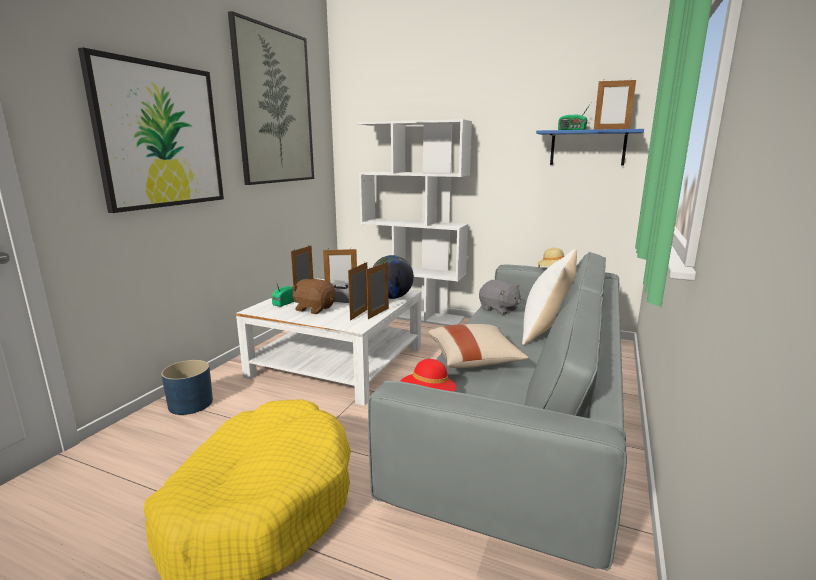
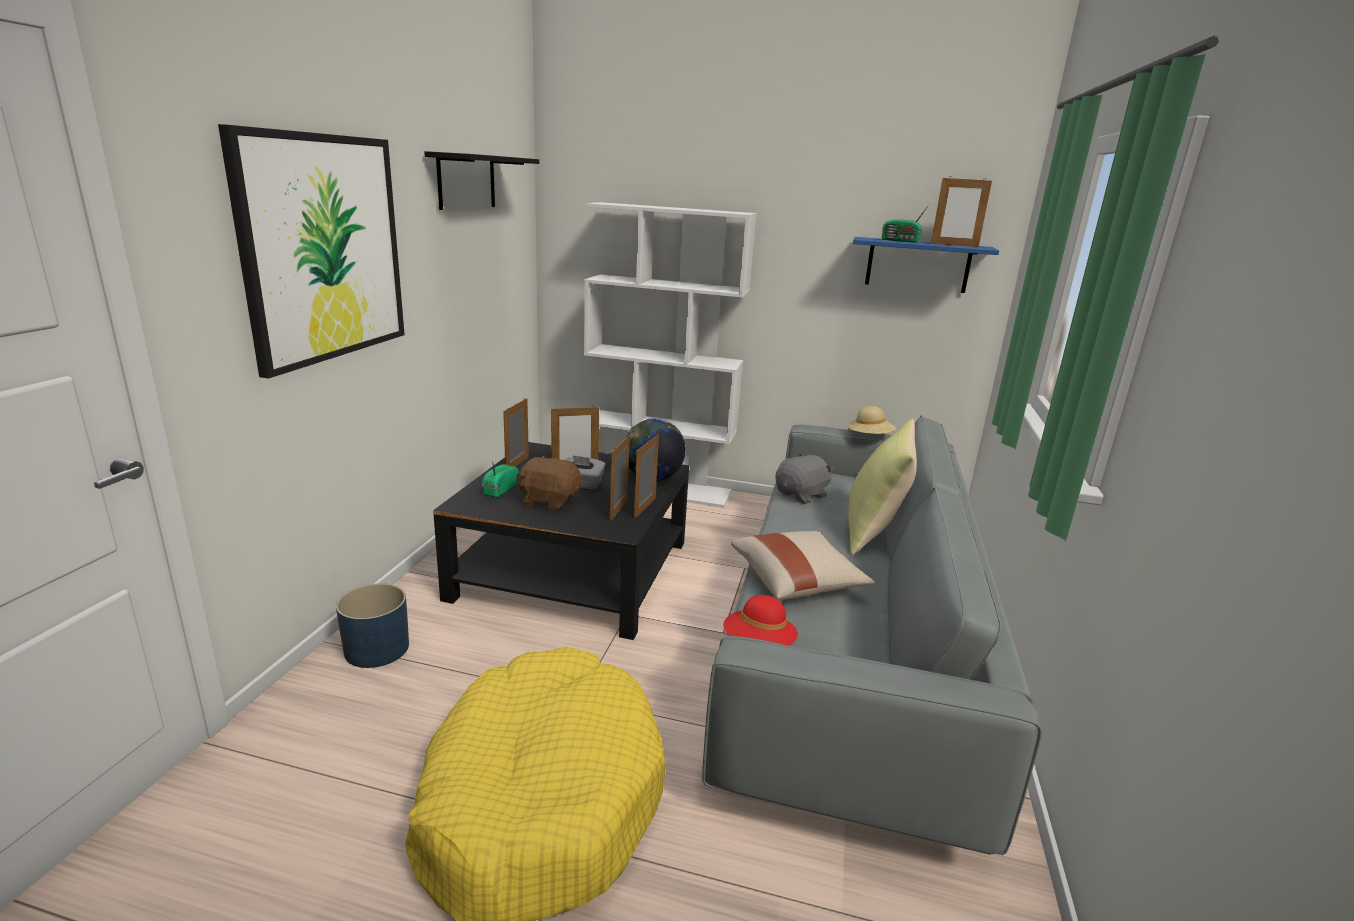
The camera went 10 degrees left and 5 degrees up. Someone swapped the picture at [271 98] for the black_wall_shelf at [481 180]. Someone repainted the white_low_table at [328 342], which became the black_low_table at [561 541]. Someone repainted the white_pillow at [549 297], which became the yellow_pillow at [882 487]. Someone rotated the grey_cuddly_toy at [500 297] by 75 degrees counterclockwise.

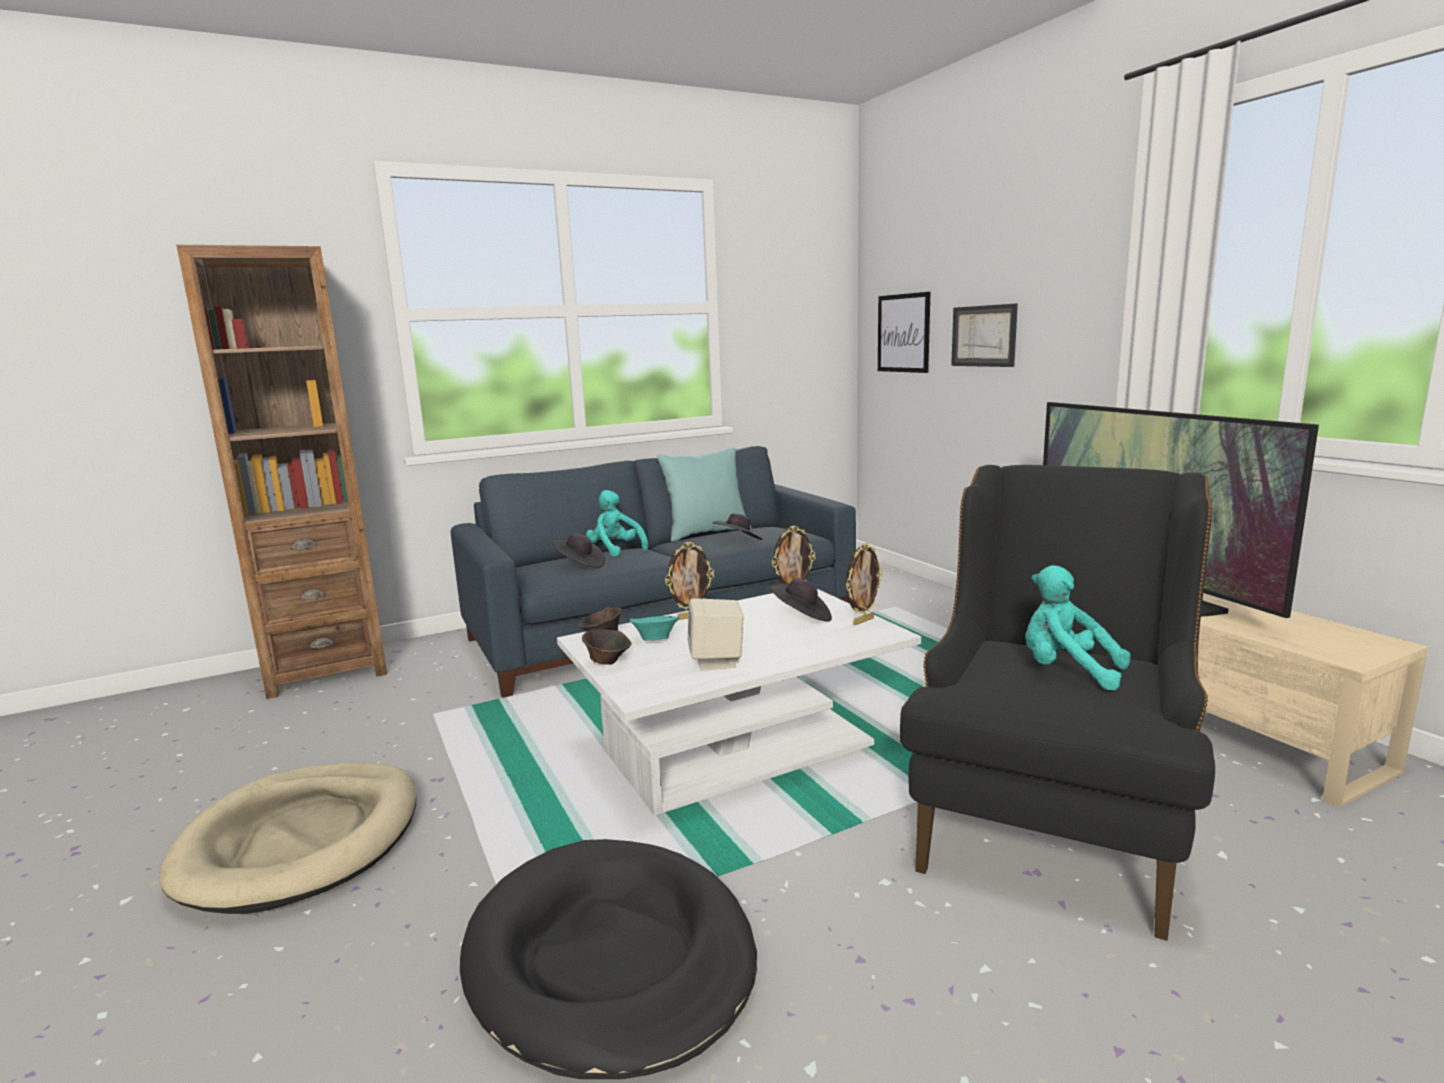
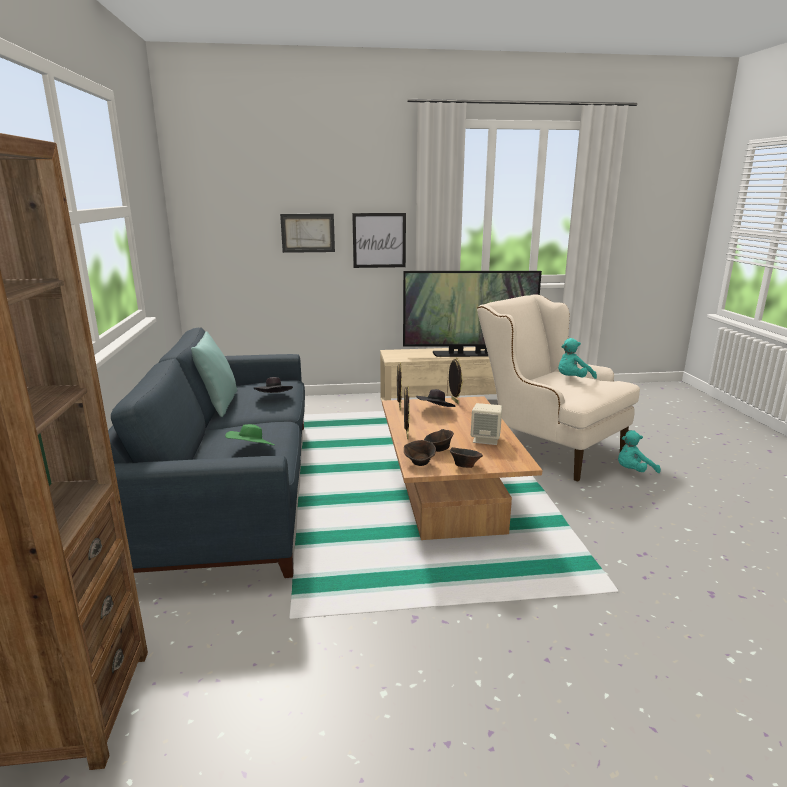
The camera went 70 degrees left and 5 degrees up. Someone took away the sand-coloured_dog_cushion at [288 838]. Someone took away the black_dog_cushion at [608 959]. Someone carried the turquoise_cuddly_toy from [617 523] to [639 451]. Someone carried the picture from [904 332] to [379 240]. Someone repainted the black_hat at [579 550], which became the green_hat at [249 434]. Someone repainted the white_low_table at [739 702], which became the brown_low_table at [462 468]. Someone repainted the turquoise_bowl at [655 628], which became the brown_bowl at [439 440]. Someone repainted the black_easy_chair at [1057 703], which became the sand-coloured_easy_chair at [558 388].

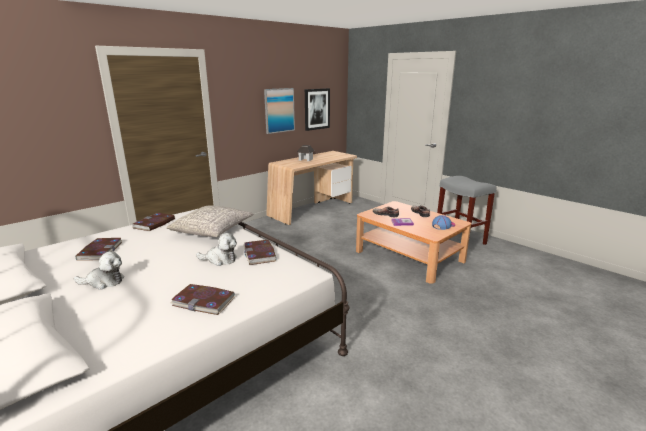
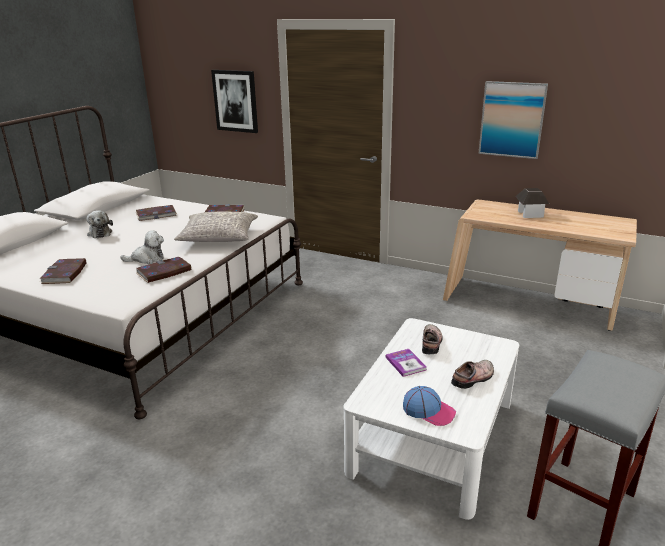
The camera went 70 degrees right and 5 degrees up. Someone carried the picture from [317 109] to [234 101]. Someone repainted the brown_low_table at [413 242], which became the white_low_table at [431 419]. Someone rotated the cuddly_toy at [216 249] by 90 degrees counterclockwise.

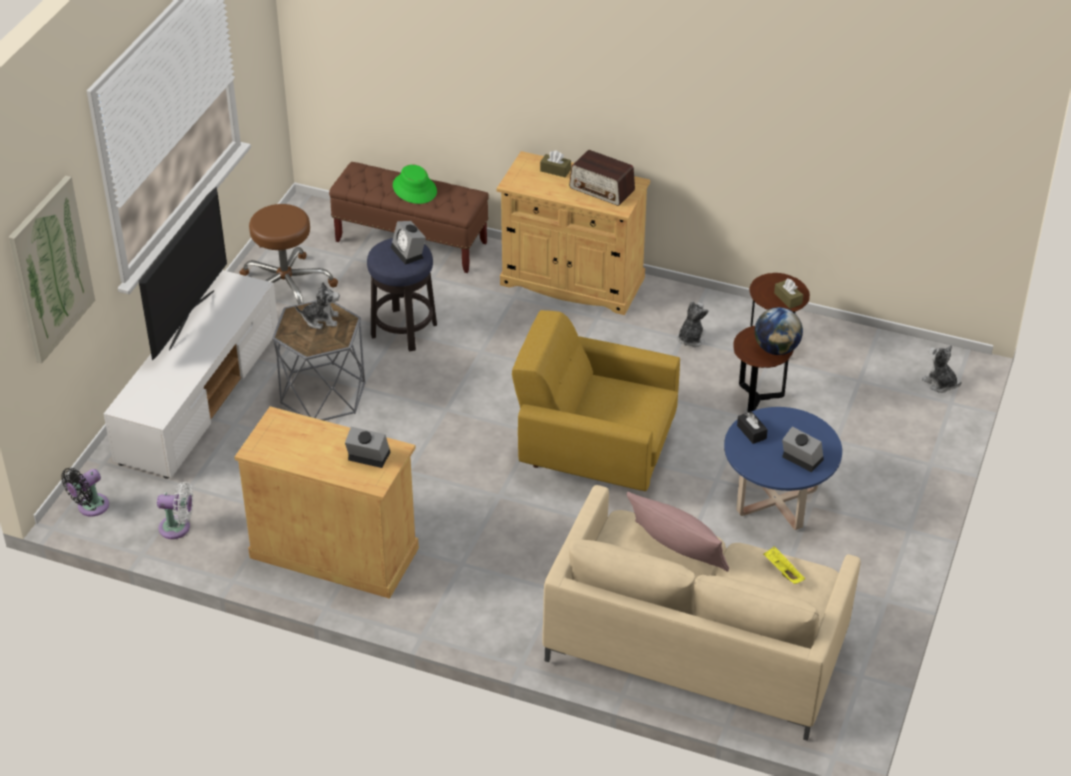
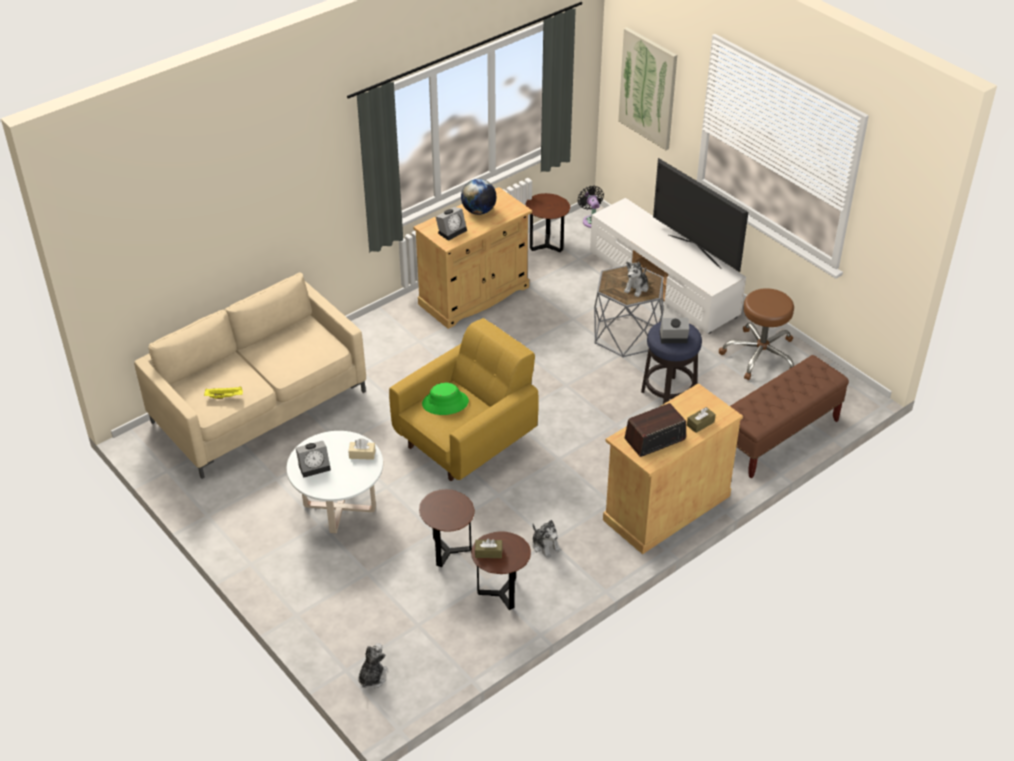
The camera went 120 degrees right and 0 degrees up. Someone took away the pinkish_pillow at [678 532]. Someone carried the green_hat from [415 184] to [445 399]. Someone carried the desk_globe from [779 331] to [479 197]. Someone swapped the white_cooling_fan at [175 510] for the brown_end_table at [547 222]. Someone repainted the bluish_low_table at [783 468], which became the white_low_table at [335 482]. Someone repainted the black_box_of_tissues at [752 427], which became the sand-coloured_box_of_tissues at [361 449]. Someone rotated the cuddly_toy at [942 369] by 60 degrees counterclockwise.

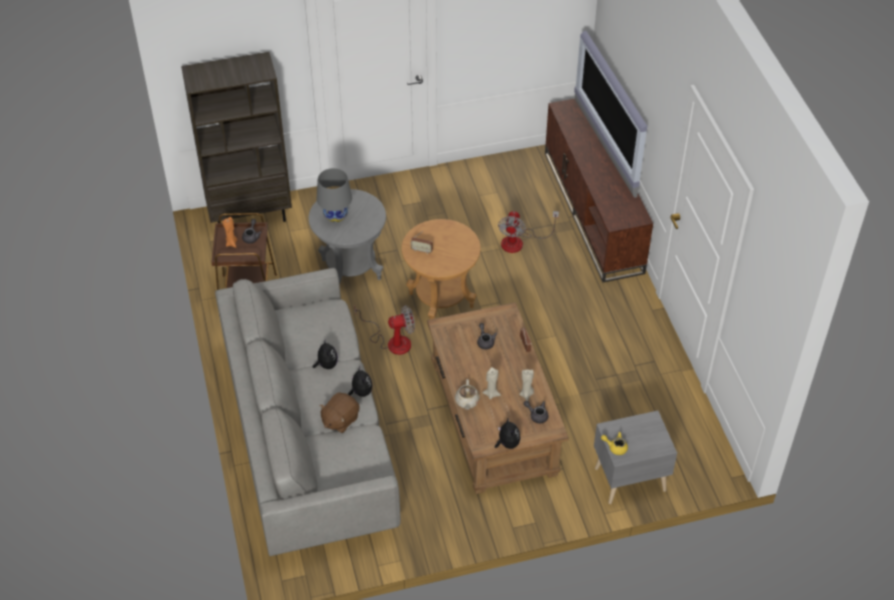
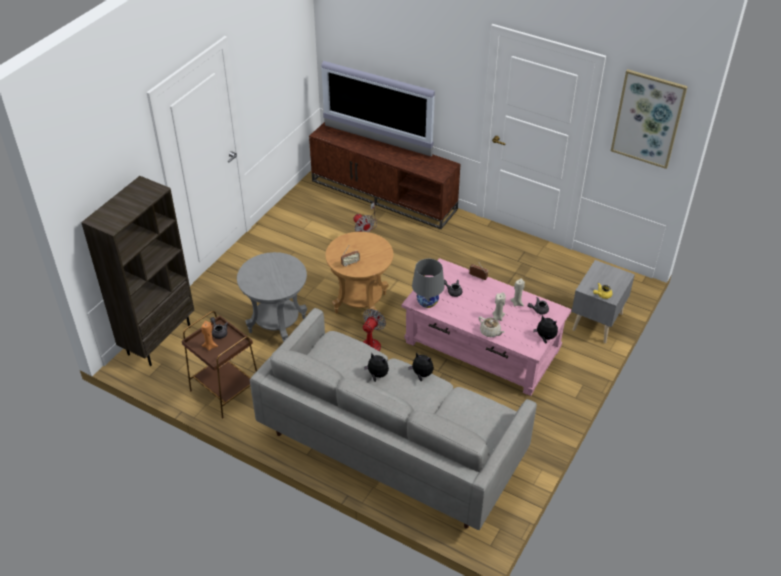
The camera went 45 degrees left and 5 degrees down. Someone took away the brown_cuddly_toy at [339 412]. Someone put up the picture at [649 119]. Someone carried the grey_tabletop_lamp from [334 195] to [428 283]. Someone repainted the brown_low_table at [498 398], which became the pinkish_low_table at [486 327].

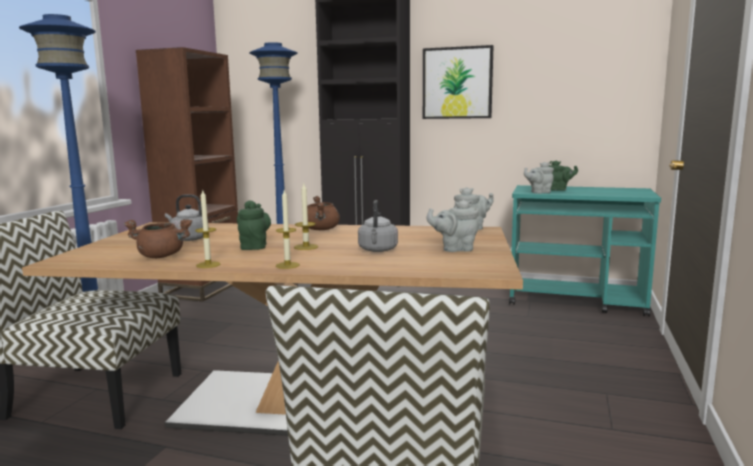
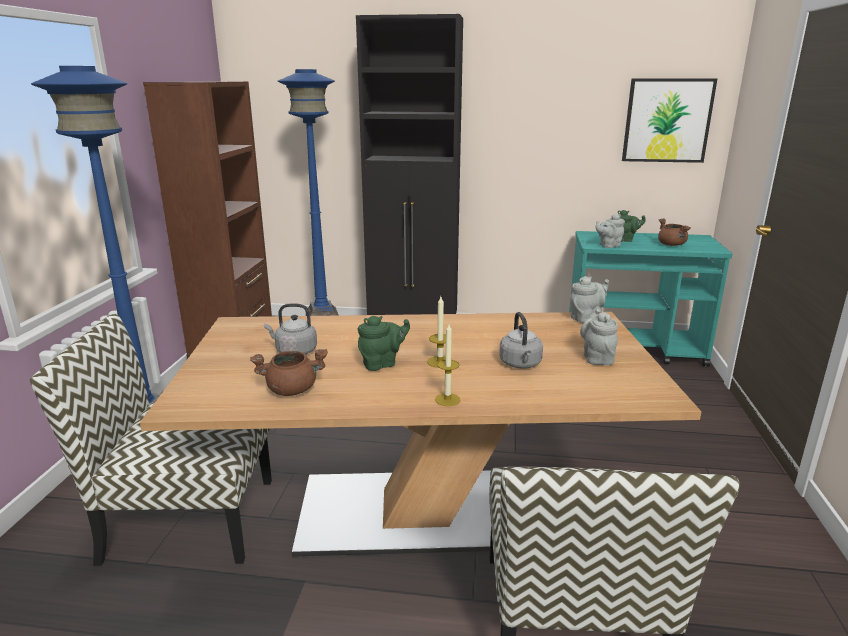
The camera went 10 degrees left and 10 degrees up. Someone took away the candle at [207 228]. Someone carried the brown_saucepot from [321 213] to [674 232]. Someone carried the picture from [458 82] to [670 120]. Someone rotated the green_tea_pot at [254 225] by 75 degrees clockwise. Someone rotated the grey_tea_pot at [453 226] by 105 degrees clockwise.

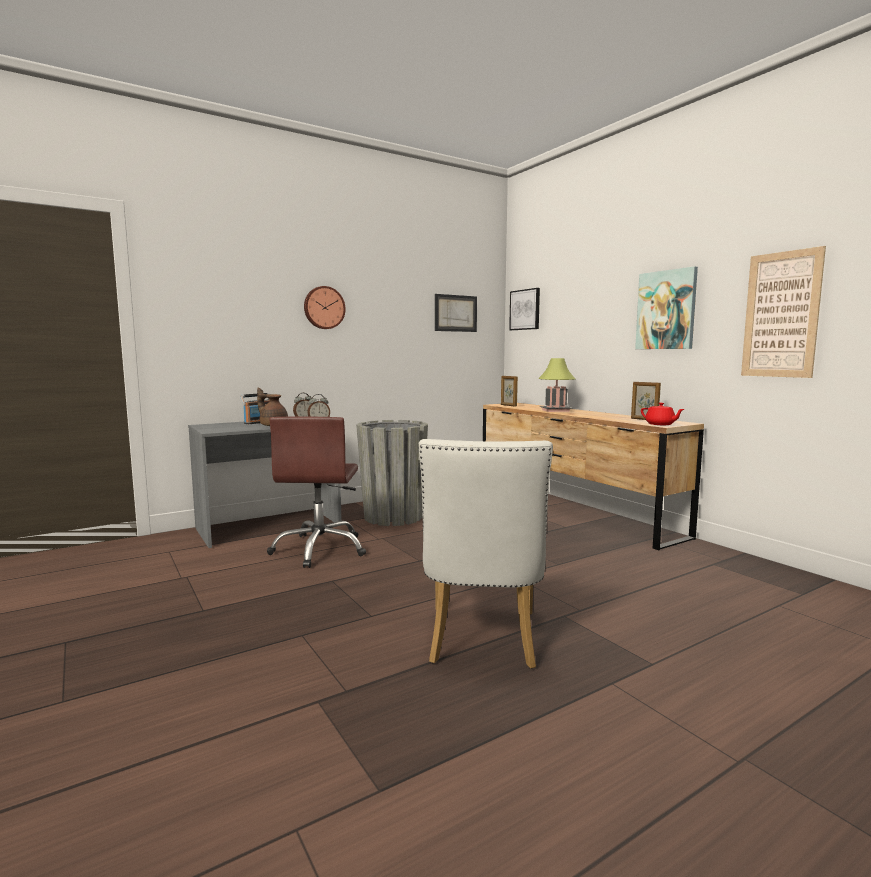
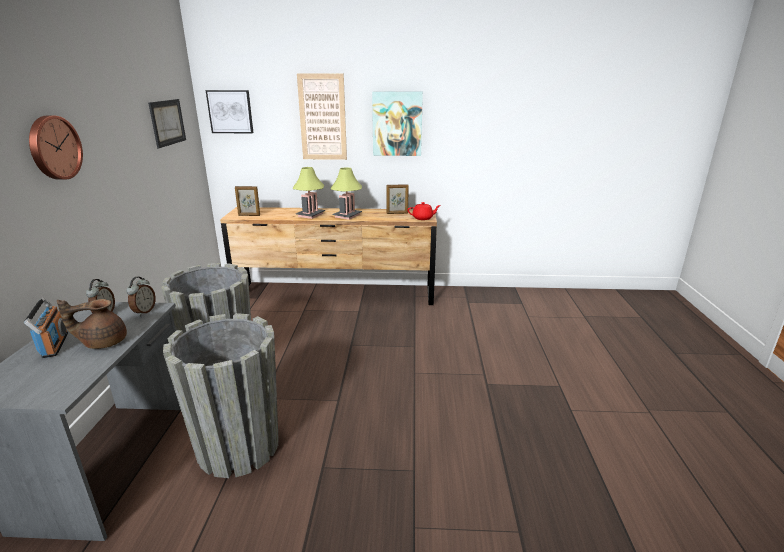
The camera went 55 degrees left and 15 degrees up. Someone took away the white_chair at [486 554]. Someone put down the tabletop_lamp at [346 193]. Someone carried the picture from [783 312] to [322 117]. Someone swapped the brown_office_chair at [316 492] for the grey_flower_pot at [221 395].

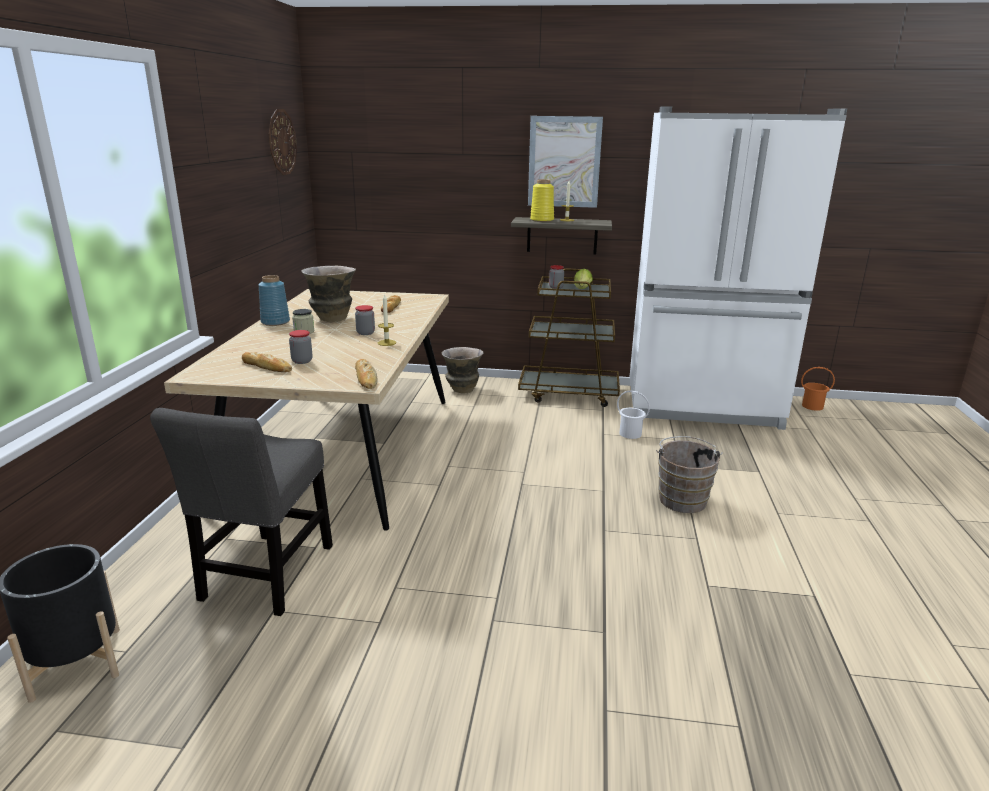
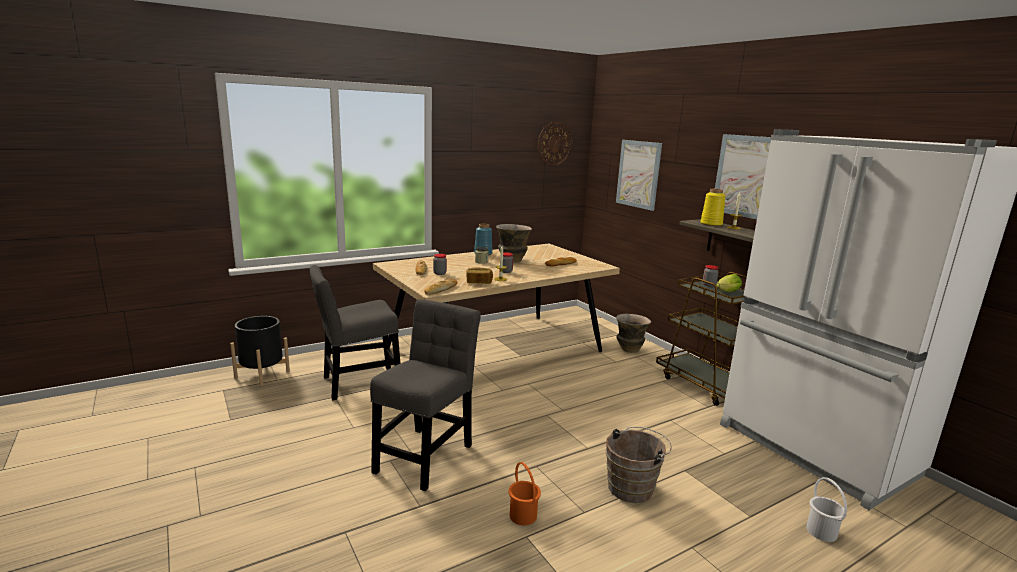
The camera went 50 degrees right and 5 degrees down. Someone put down the grey_chair at [425 395]. Someone put down the baked_bread at [480 276]. Someone put up the picture at [639 175]. Someone carried the white_water_bucket from [633 415] to [826 509]. Someone carried the orangey_water_bucket from [818 389] to [525 494].

